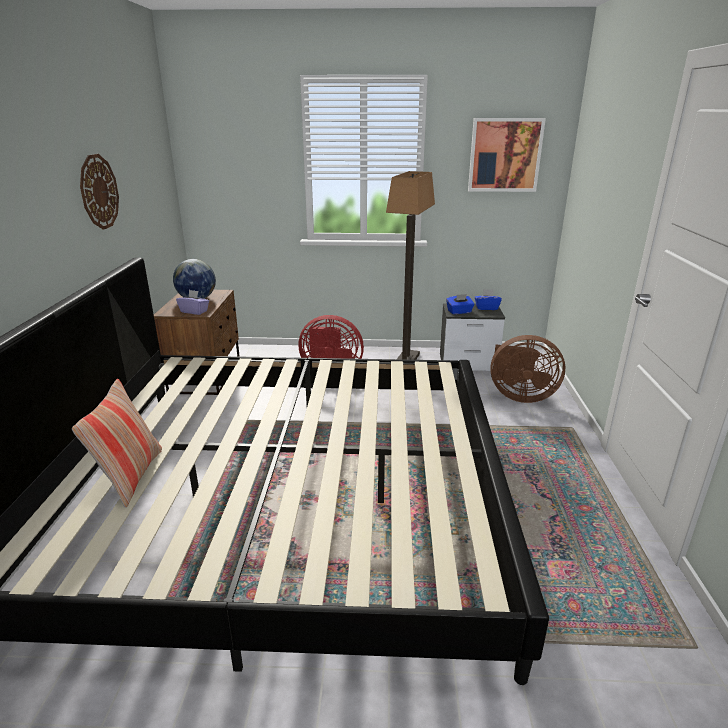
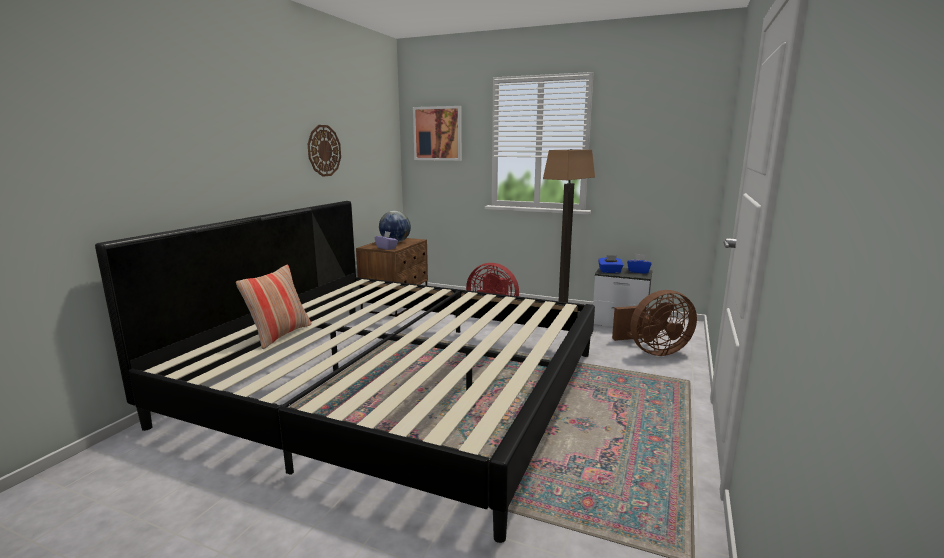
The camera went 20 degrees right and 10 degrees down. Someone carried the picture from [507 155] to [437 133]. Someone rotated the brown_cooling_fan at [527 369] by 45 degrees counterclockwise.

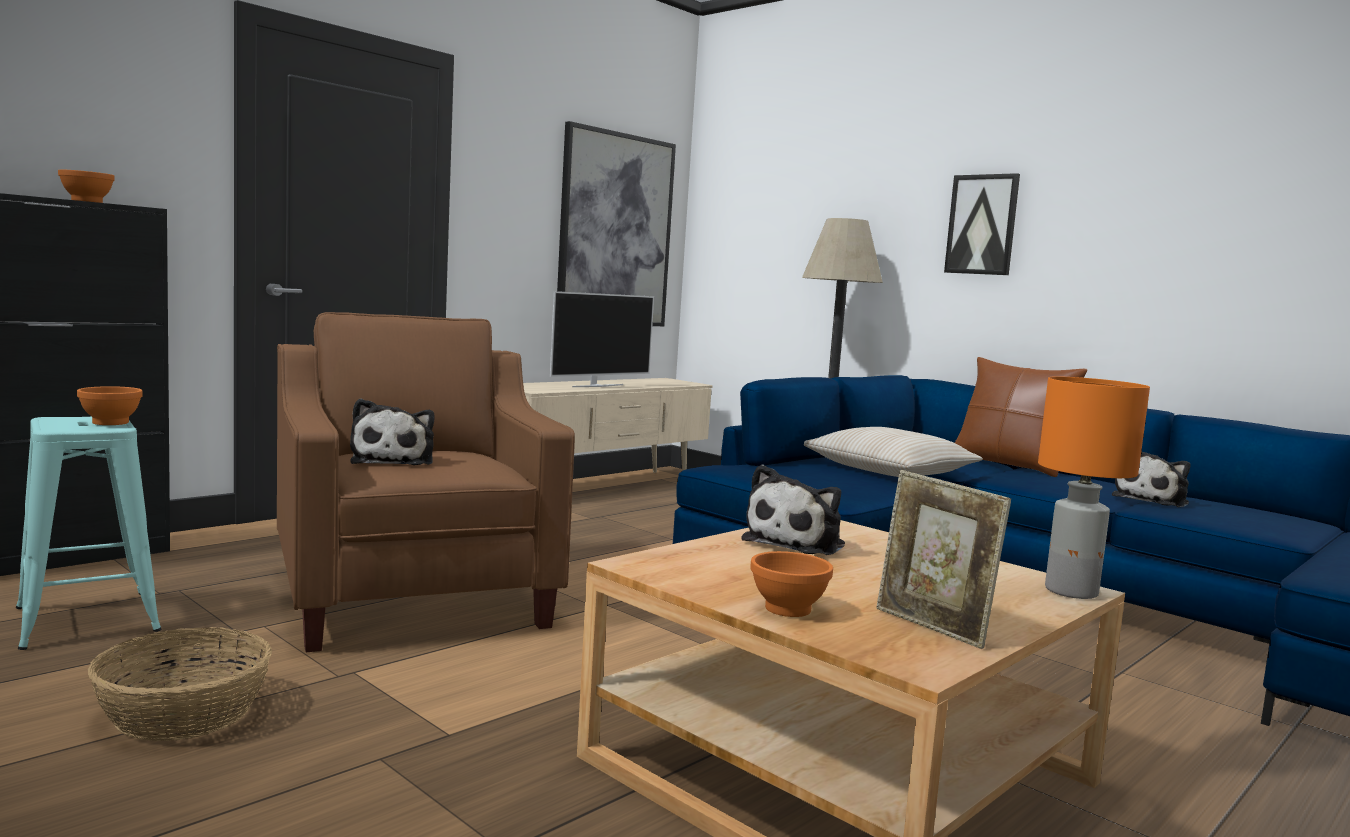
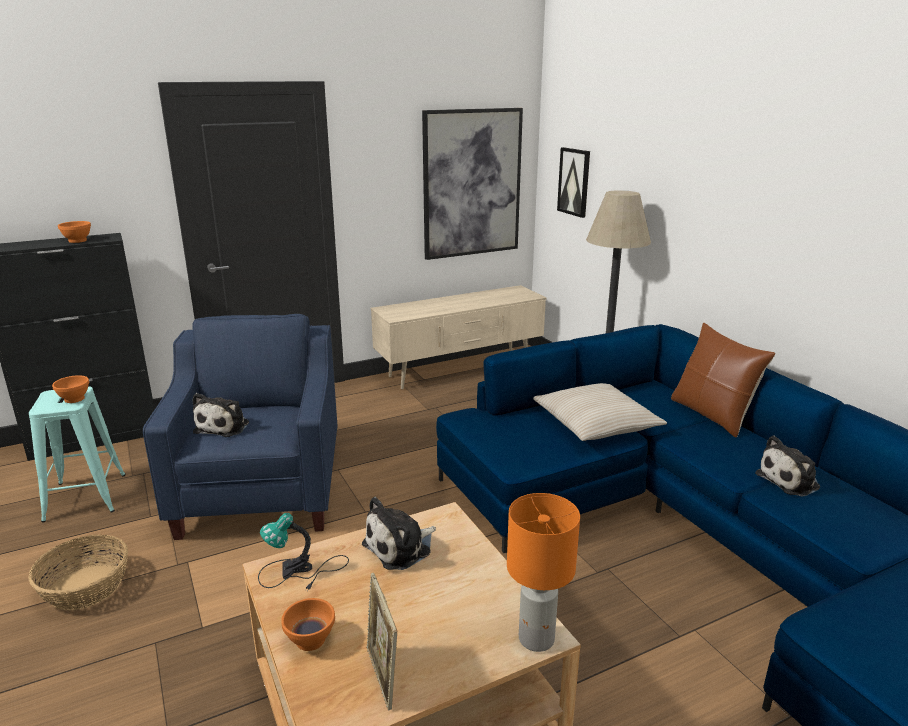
The camera went 20 degrees right and 15 degrees up. Someone took away the television at [602 339]. Someone put down the tabletop_lamp at [303 551]. Someone carried the picture from [982 224] to [573 182]. Someone repainted the brown_easy_chair at [426 482], which became the bluish_easy_chair at [240 427].

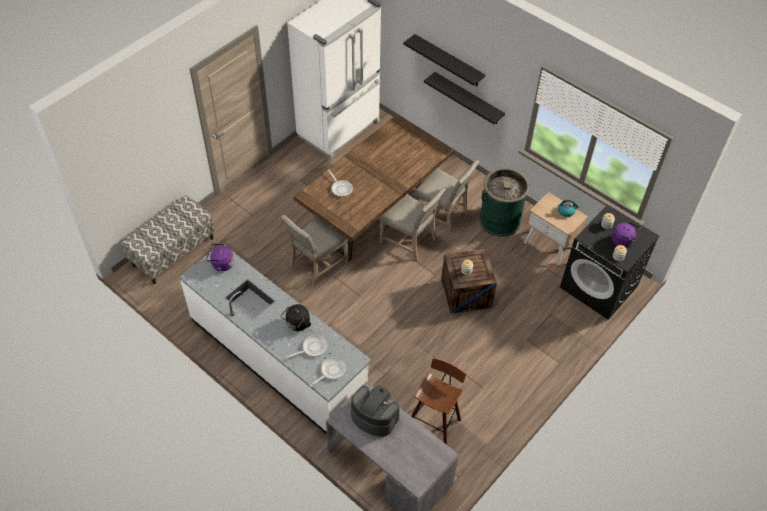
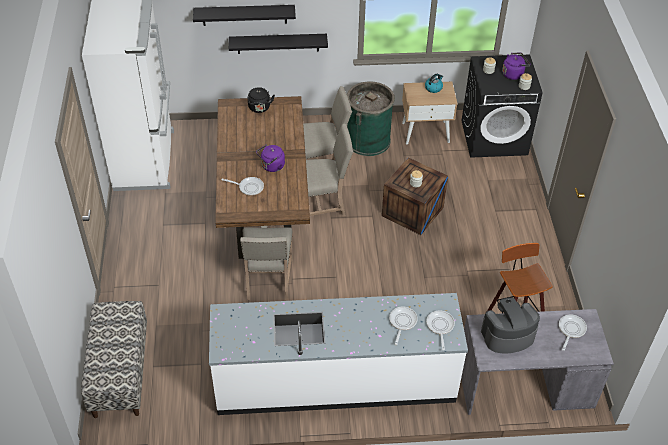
The camera went 45 degrees left and 5 degrees down. Someone put down the pan at [573 332]. Someone carried the purplish_tea_kettle from [220 257] to [270 158]. Someone carried the black_tea_kettle from [296 317] to [261 100].

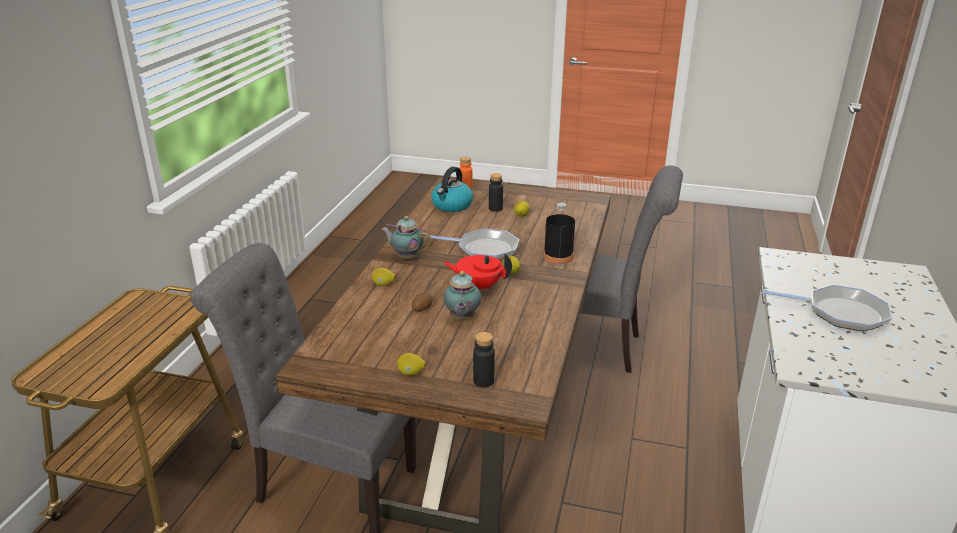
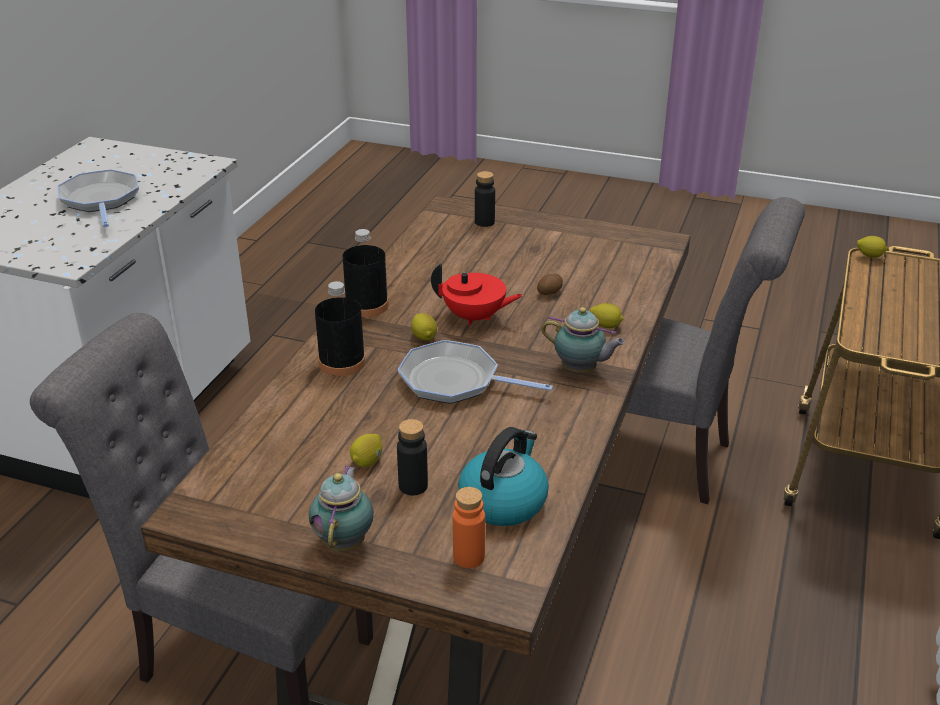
The camera went 175 degrees left and 5 degrees up. Someone put down the black_beverage_bottle at [365 273]. Someone carried the whole_lemon from [411 364] to [872 247]. Someone carried the tea_pot from [462 295] to [341 508]. Someone rotated the pan at [827 307] by 45 degrees clockwise.

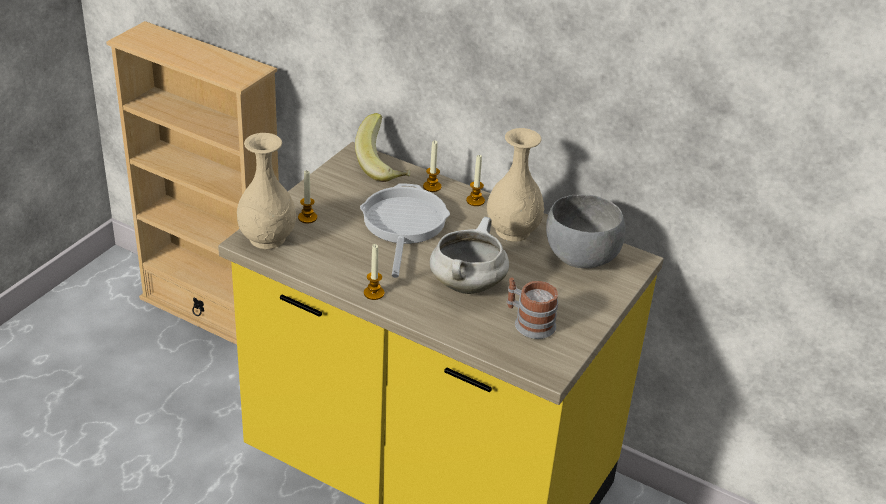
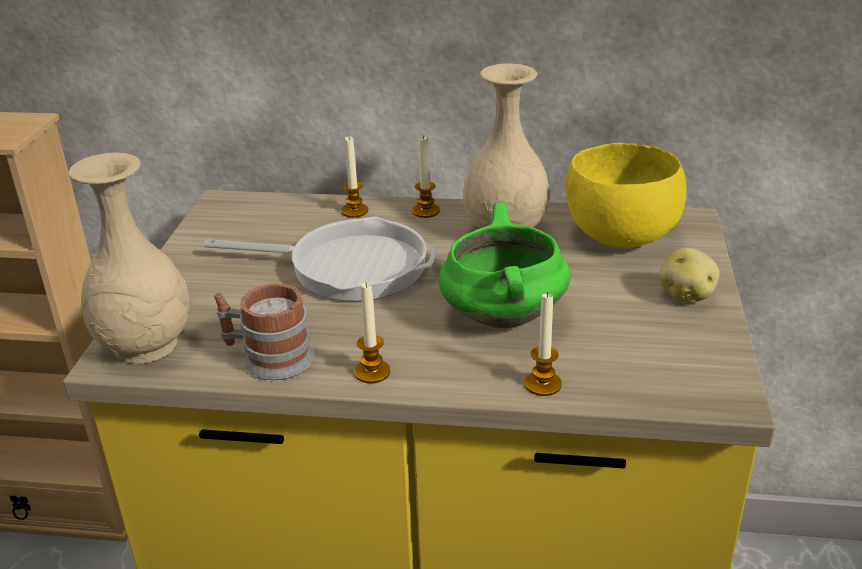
The camera went 20 degrees left and 5 degrees down. Someone took away the banana_fruit at [382 147]. Someone put down the whole_potato at [689 275]. Someone carried the candle from [307 197] to [543 344]. Someone carried the tea_mug from [532 308] to [264 331]. Someone repainted the white_saucepot at [469 255], which became the green_saucepot at [505 265]. Someone repainted the grey_bowl at [586 231], which became the yellow_bowl at [626 195]. Someone rotated the pan at [405 230] by 120 degrees clockwise.

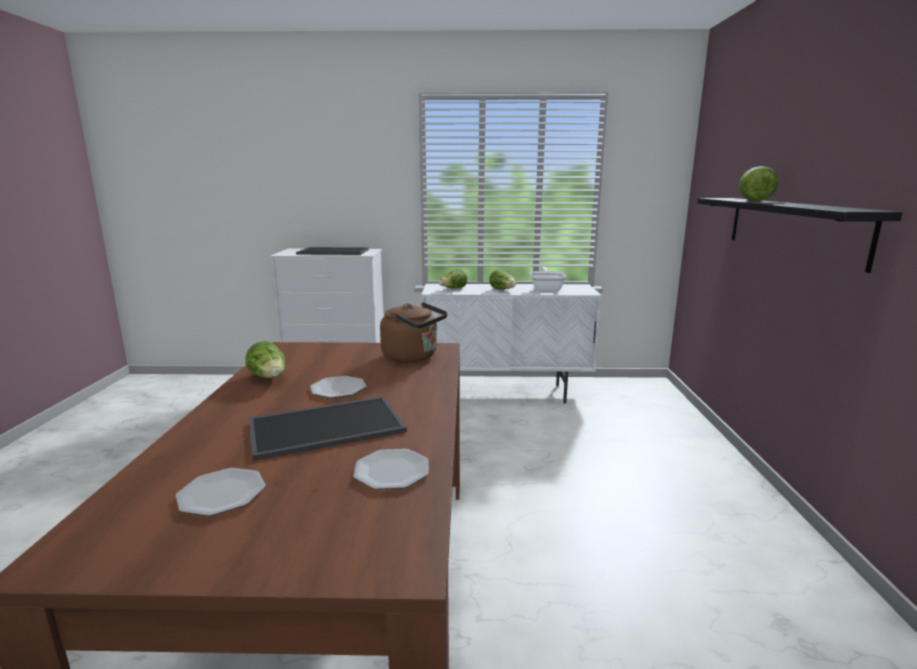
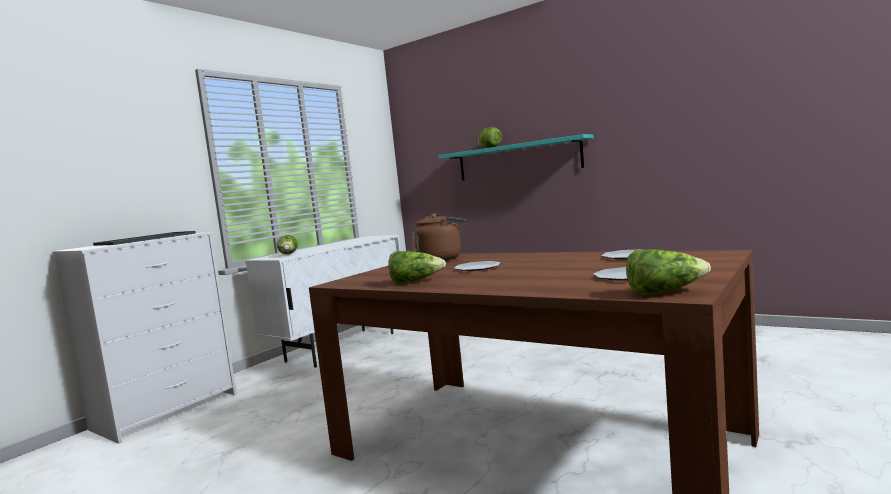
The camera went 55 degrees left and 10 degrees down. Someone took away the serving_tray at [327 428]. Someone took away the pan at [548 280]. Someone carried the lettuce_head from [502 279] to [668 272]. Someone repainted the black_wall_shelf at [800 235], which became the turquoise_wall_shelf at [516 157].

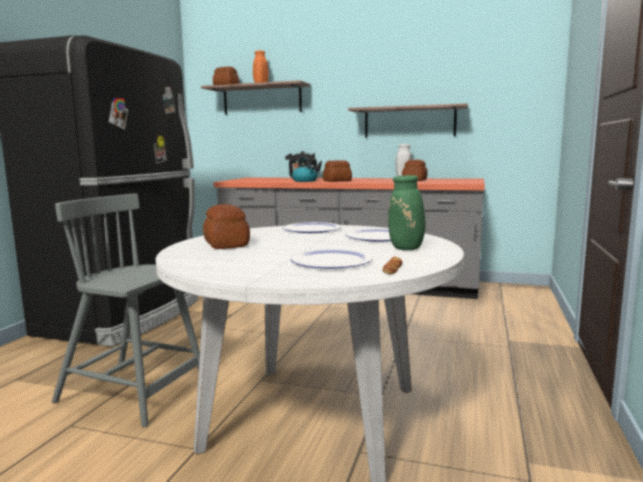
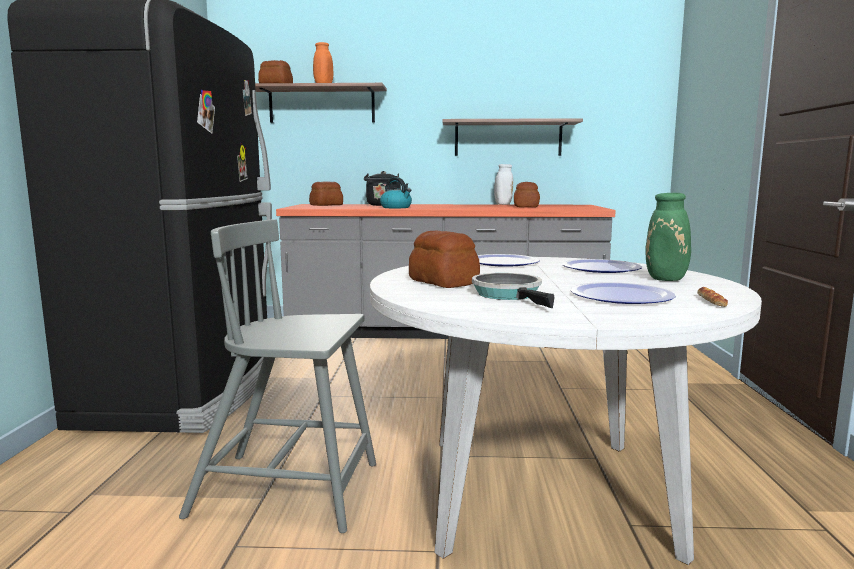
The camera went 15 degrees left and 0 degrees up. Someone put down the pan at [513 290]. Someone carried the baked_bread from [337 171] to [326 193].

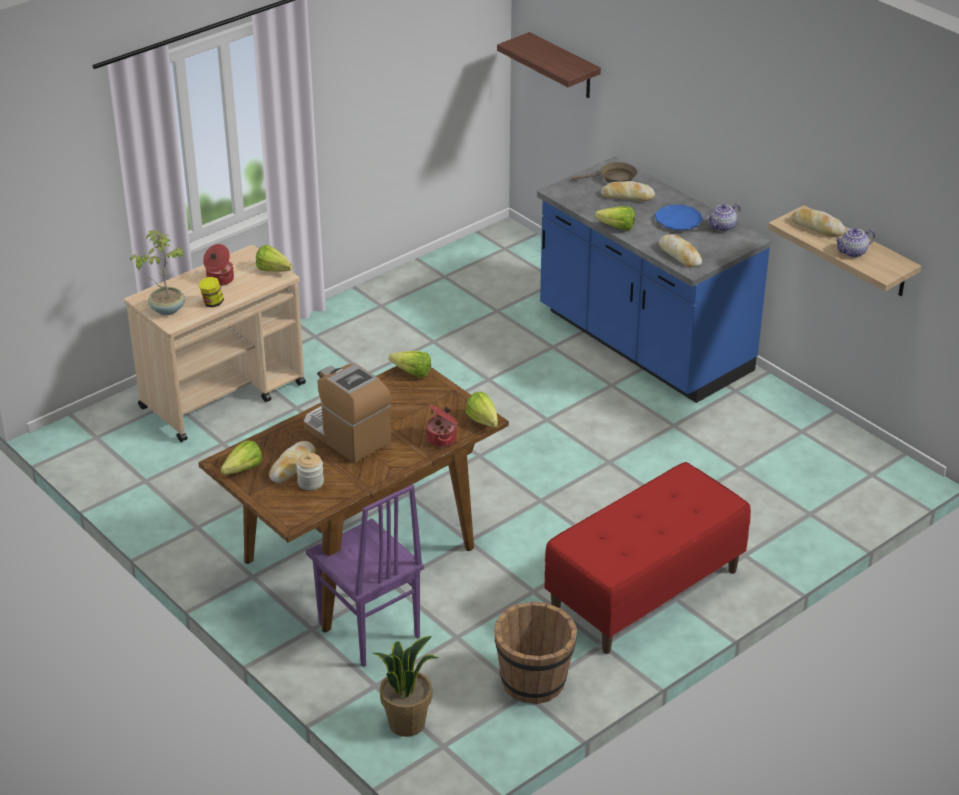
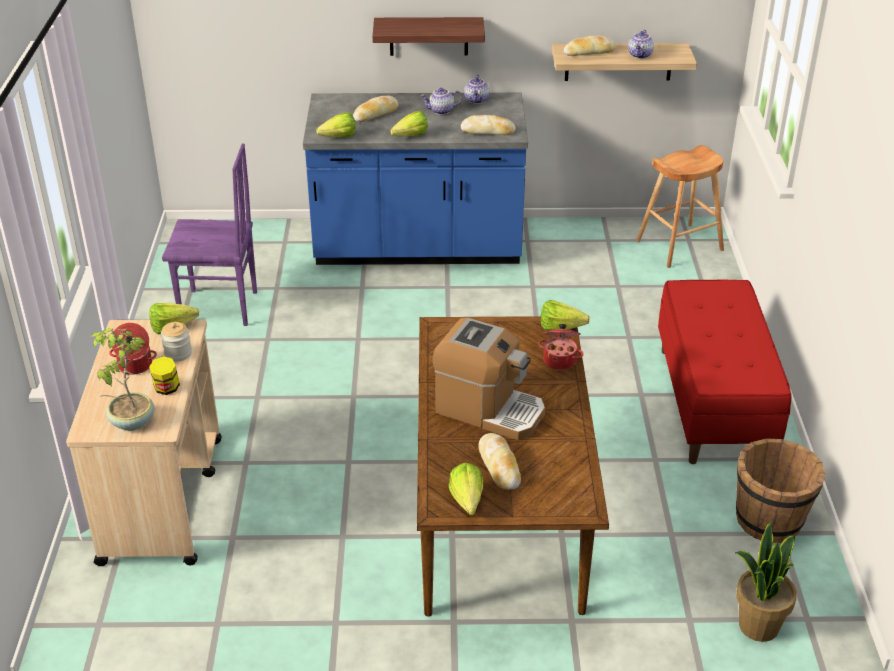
The camera went 50 degrees left and 0 degrees up. Someone took away the brown_pan at [604 172]. Someone put down the brown_stool at [680 206]. Someone carried the storage_jar from [310 471] to [176 342]. Someone carried the purplish_chair from [365 575] to [209 235]. Someone carried the lettuce_head from [410 364] to [336 124]. Someone carried the wall_shelf from [549 65] to [428 36]. Someone swapped the bluish_plate at [678 217] for the tea_pot at [441 101]. Someone rotated the coffee_brewer at [347 413] by 150 degrees counterclockwise.

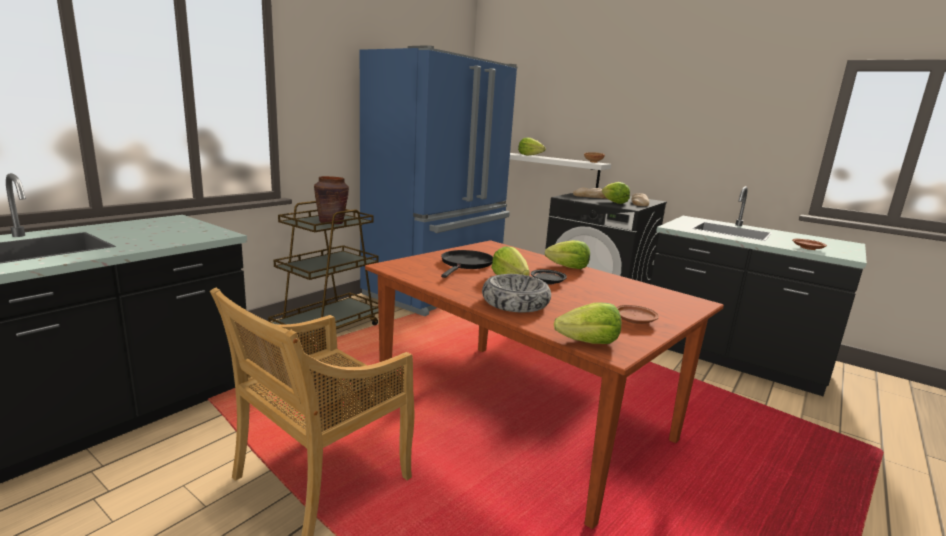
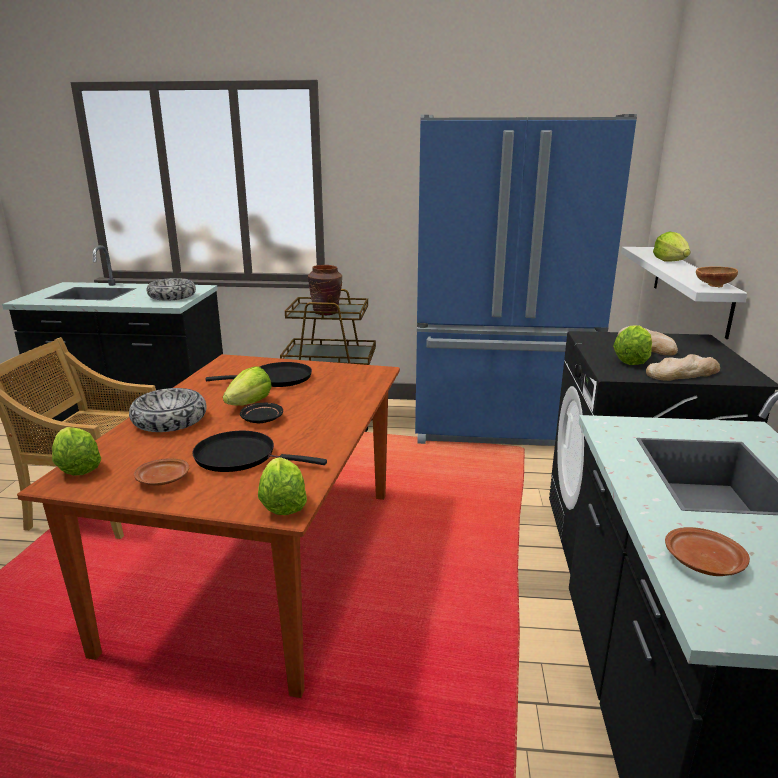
The camera went 60 degrees right and 5 degrees up. Someone put down the bowl at [171 289]. Someone put down the black_pan at [259 451]. Someone carried the lettuce_head from [567 254] to [282 486].

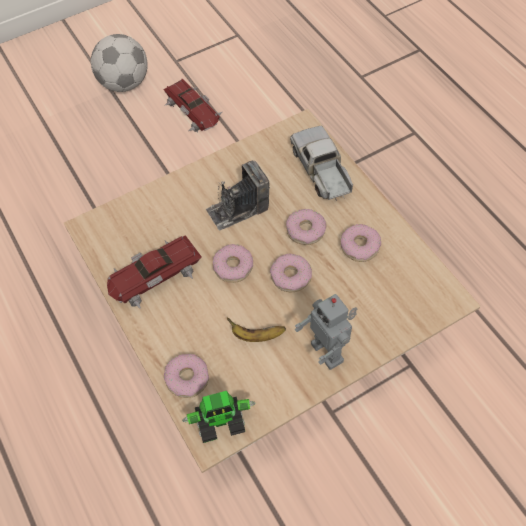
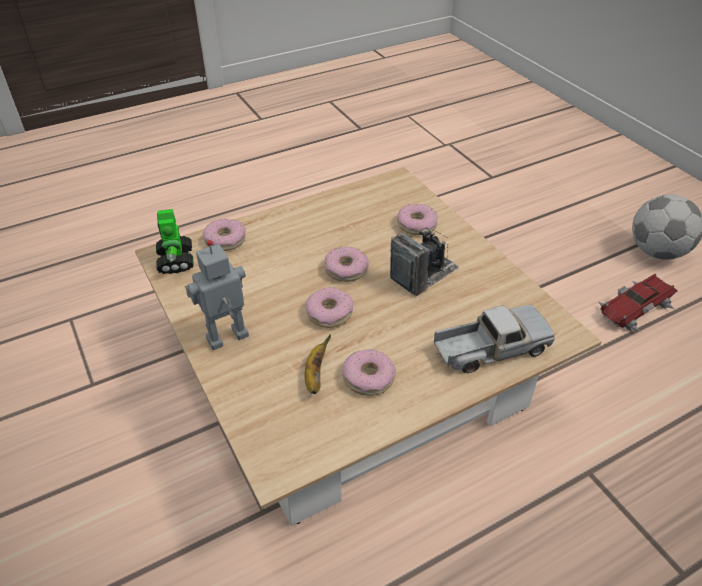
The camera went 90 degrees right and 15 degrees down. Someone took away the model_car at [154 272]. Someone carried the banana_fruit from [256 330] to [318 364]. Someone carried the doughnut from [306 227] to [417 219]. Someone rotated the still_camera at [237 195] by 75 degrees clockwise.

